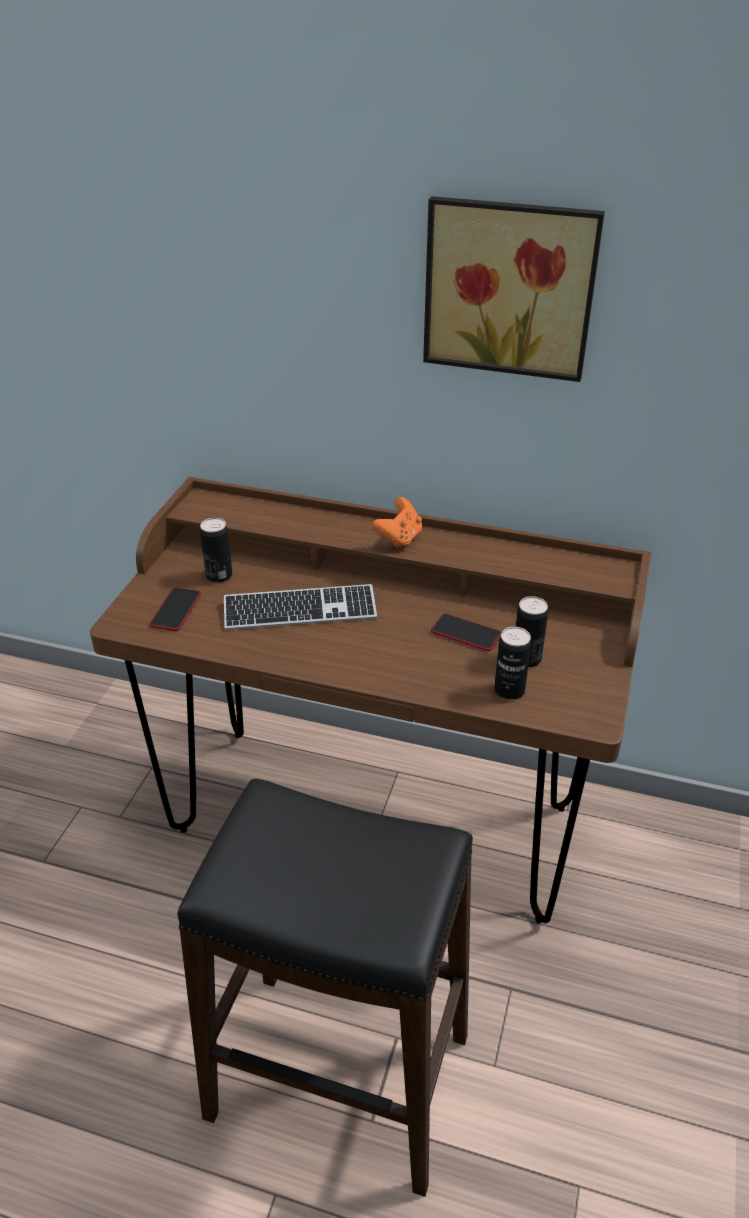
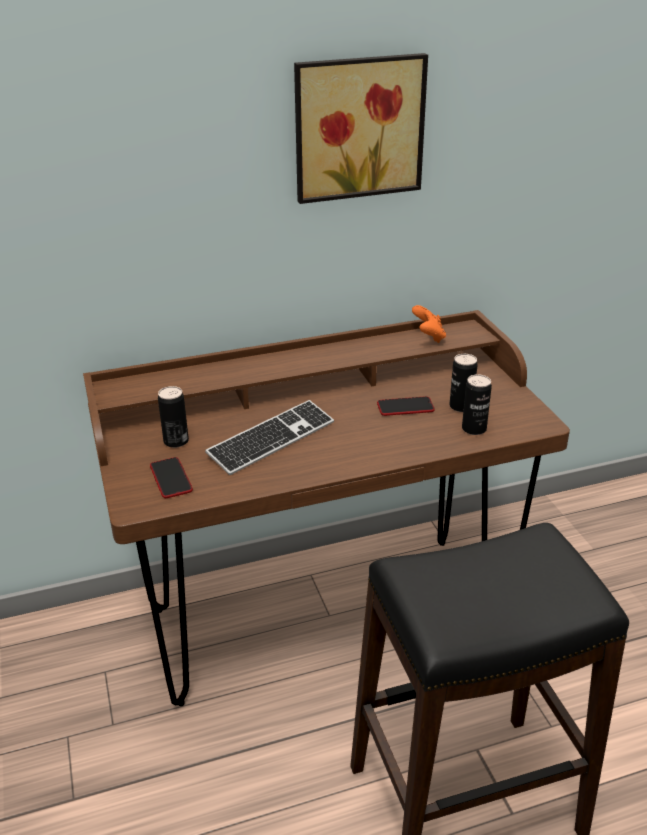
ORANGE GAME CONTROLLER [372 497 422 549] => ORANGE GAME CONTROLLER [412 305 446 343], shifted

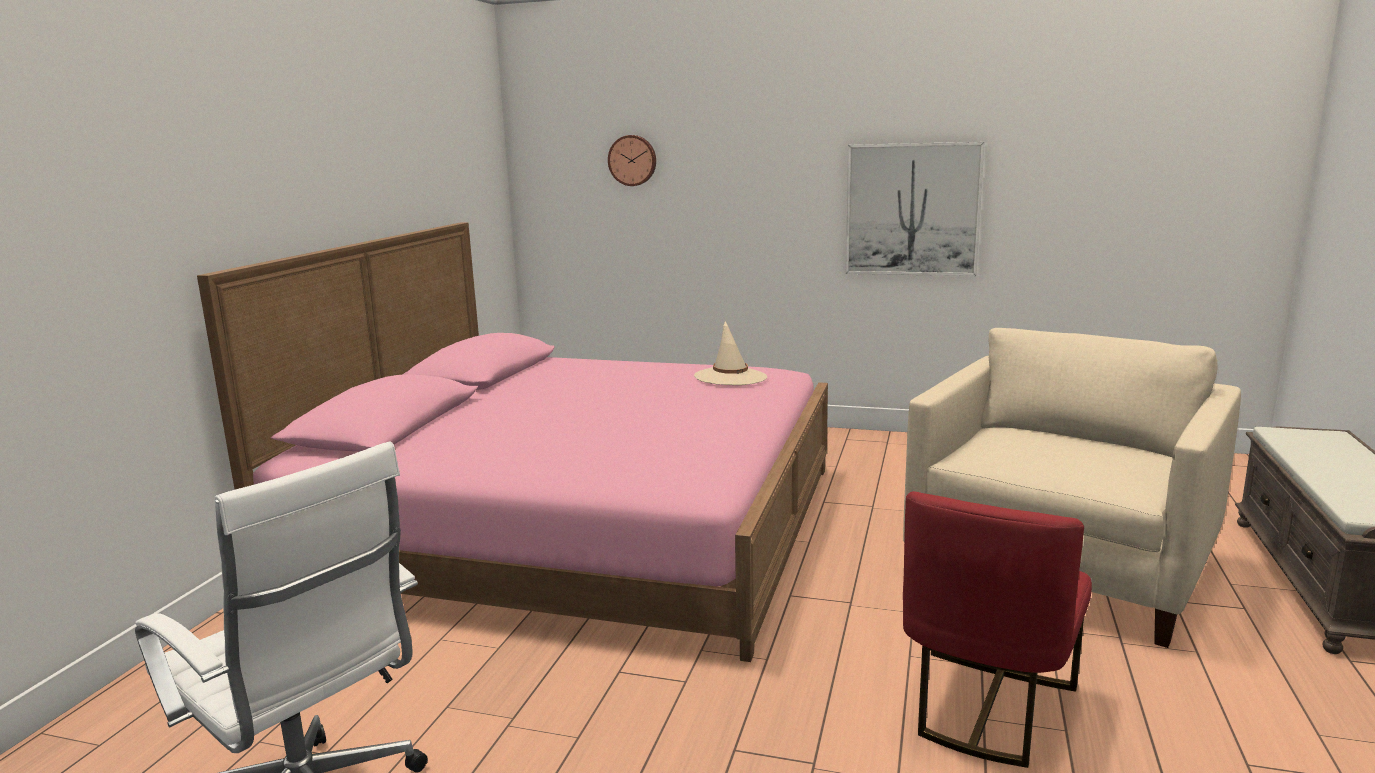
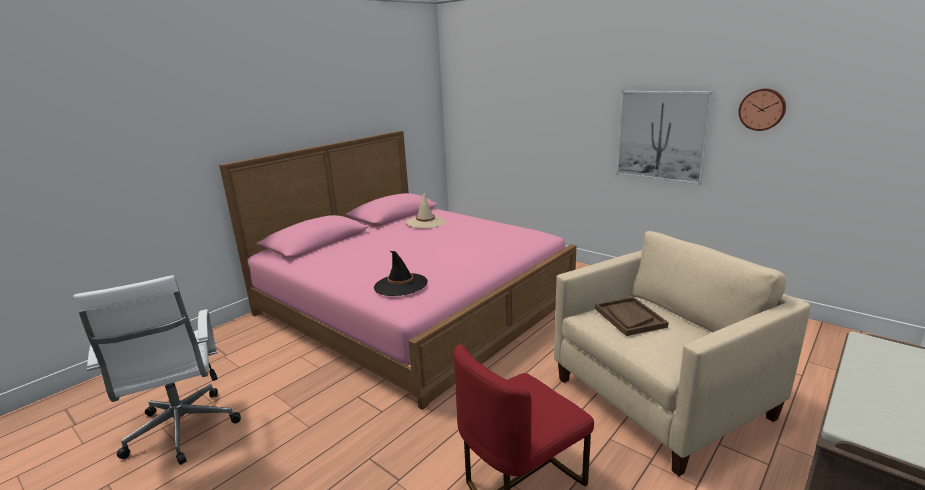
nothing => BLACK HAT [374 251 428 296]
BEIGE HAT [694 321 767 385] => BEIGE HAT [406 193 446 229], shifted
nothing => BROWN TRAY [595 297 669 336]
WALL CLOCK [608 135 656 186] => WALL CLOCK [738 88 786 131], shifted

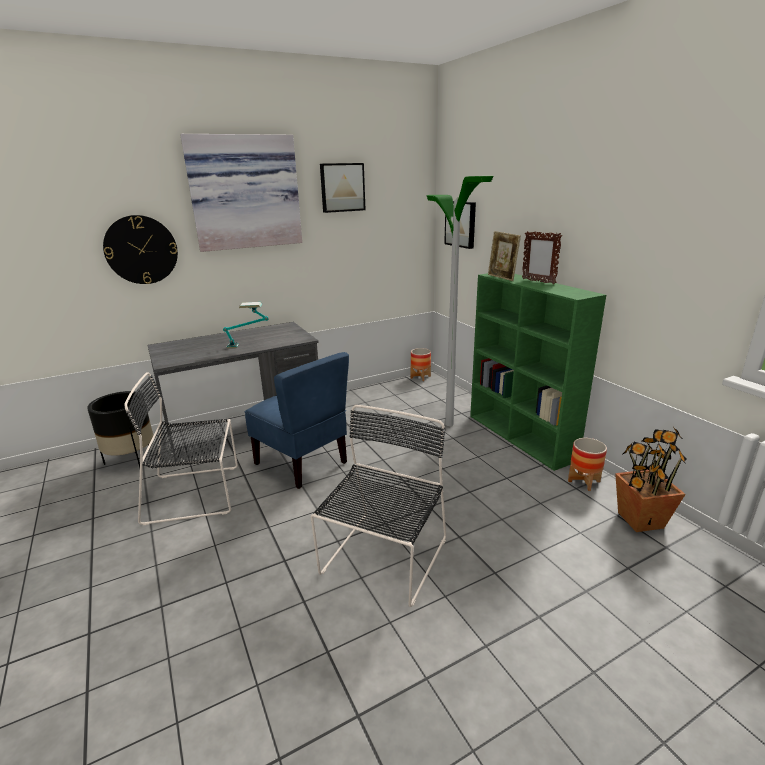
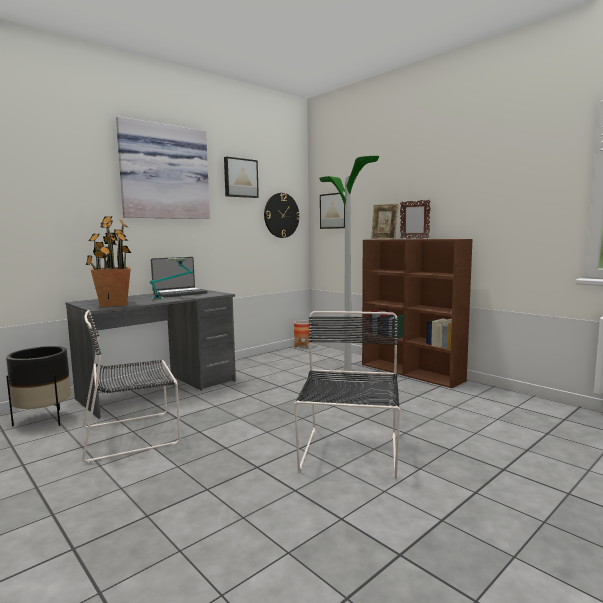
POTTED PLANT [615 425 687 532] => POTTED PLANT [86 216 131 307], shifted
nothing => LAPTOP [151 257 207 297]
WALL CLOCK [103 215 178 284] => WALL CLOCK [264 193 300 238], shifted
GREEN BOOKCASE [470 273 606 471] => BROWN BOOKCASE [362 239 473 388]
BLUE CHAIR [244 352 349 489] => nothing
PLANTER [568 438 607 491] => nothing

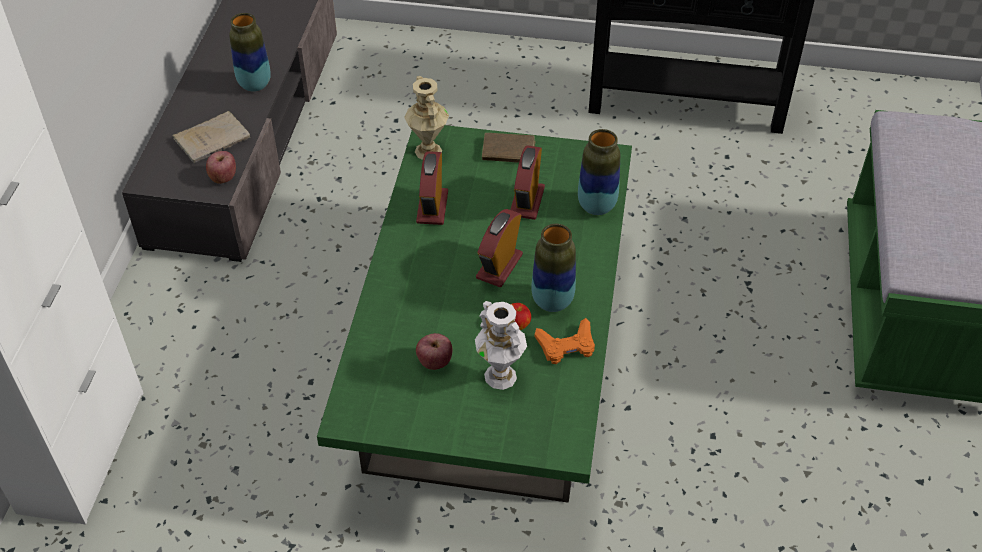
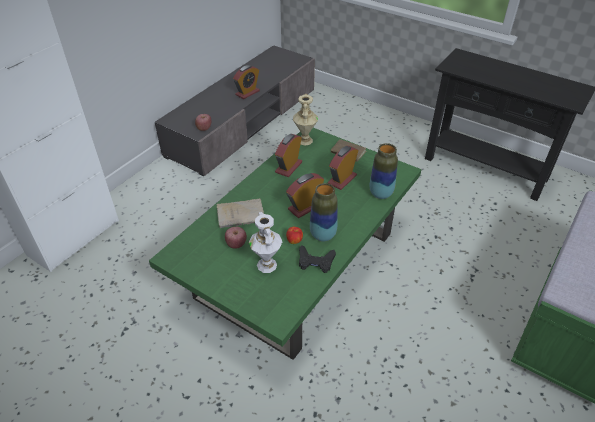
BEIGE BOOK [173 111 250 163] => BEIGE BOOK [216 198 264 228], shifted
VASE [229 13 271 92] => ALARM CLOCK [233 65 260 99]
ORANGE GAME CONTROLLER [535 318 595 364] => BLACK GAME CONTROLLER [299 246 336 273]

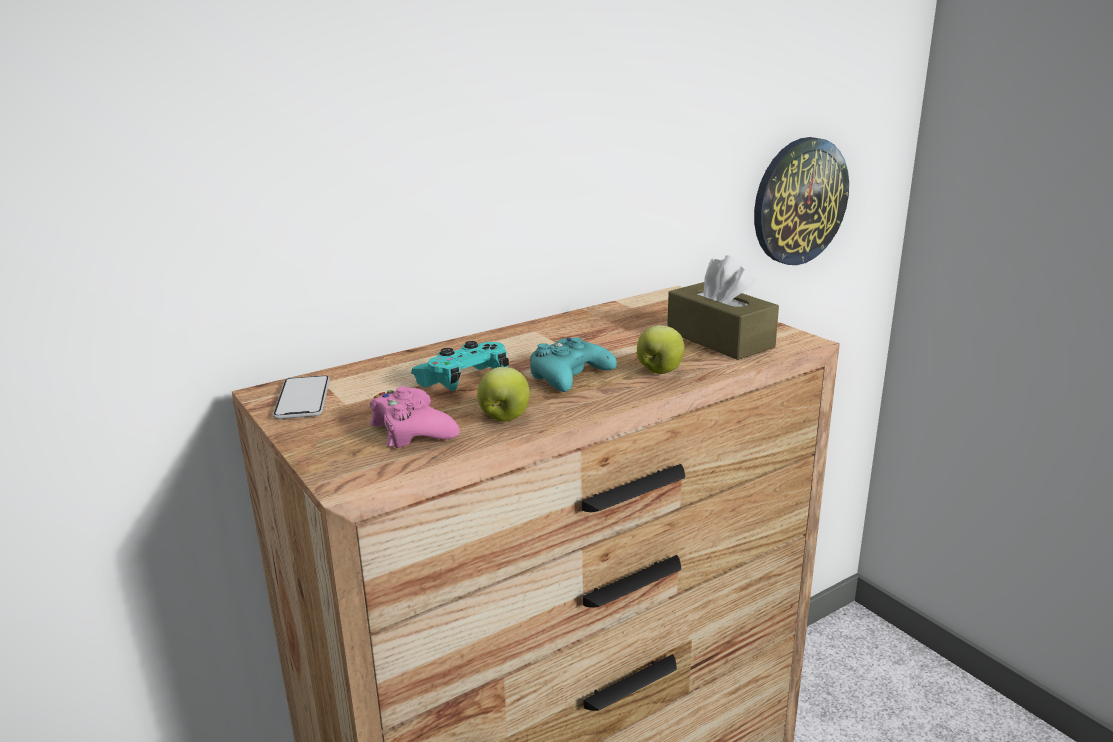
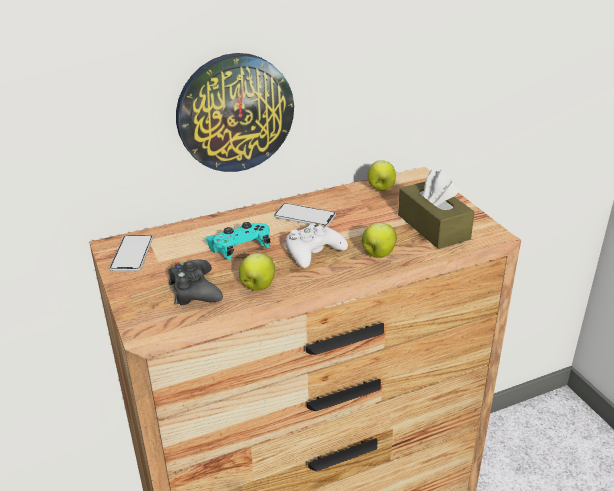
PINK GAME CONTROLLER [370 386 460 448] => BLACK GAME CONTROLLER [168 260 223 305]
WALL CLOCK [754 137 849 265] => WALL CLOCK [176 53 294 172], shifted
nothing => PHONE [274 203 336 227]
TURQUOISE GAME CONTROLLER [530 337 617 392] => WHITE GAME CONTROLLER [286 223 348 268]
nothing => APPLE [367 161 396 191]

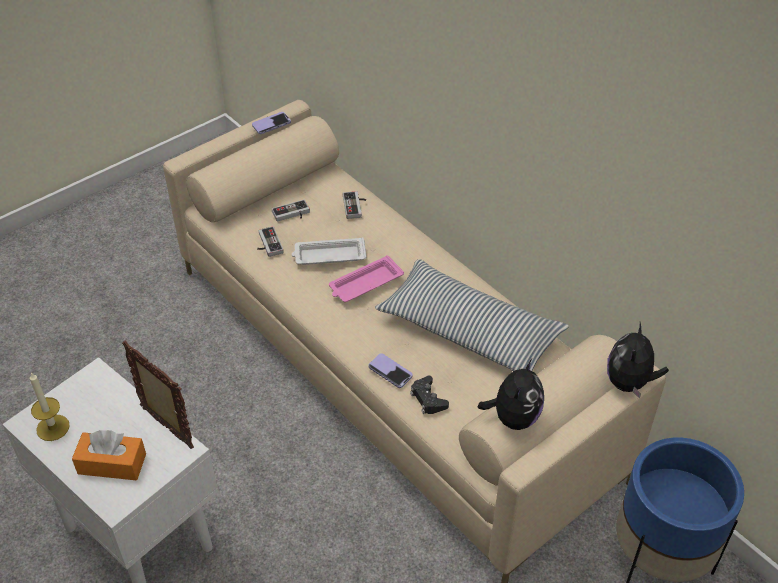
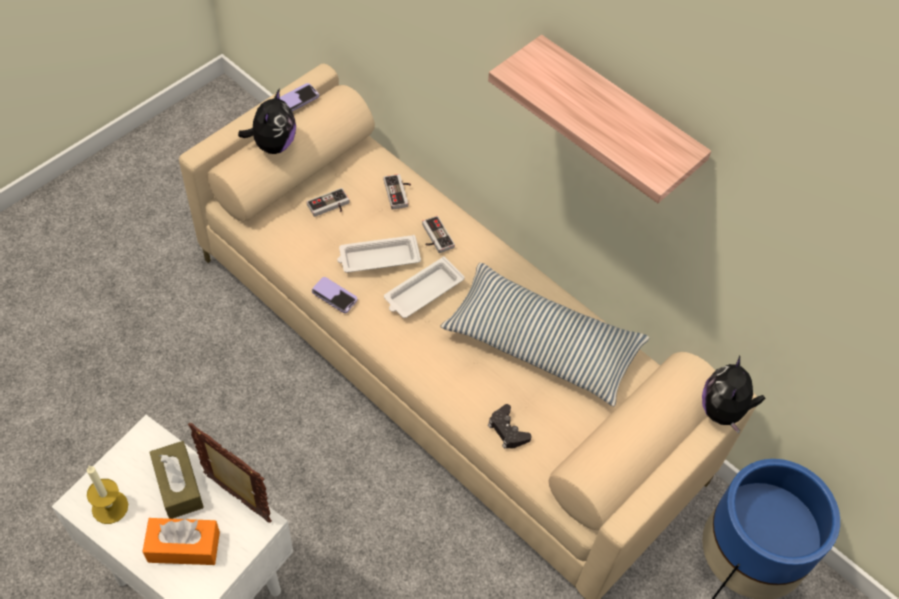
nothing => BROWN TISSUE BOX [149 441 204 519]
PLUSH TOY [478 359 544 430] => PLUSH TOY [238 88 296 154], shifted
PHONE [368 353 413 388] => PHONE [312 277 358 313], shifted
PINK TRAY [329 255 404 302] => WHITE TRAY [384 257 465 318]
GAME CONTROLLER [257 226 284 257] => GAME CONTROLLER [422 216 455 253], shifted
nothing => SHELF [488 35 711 203]

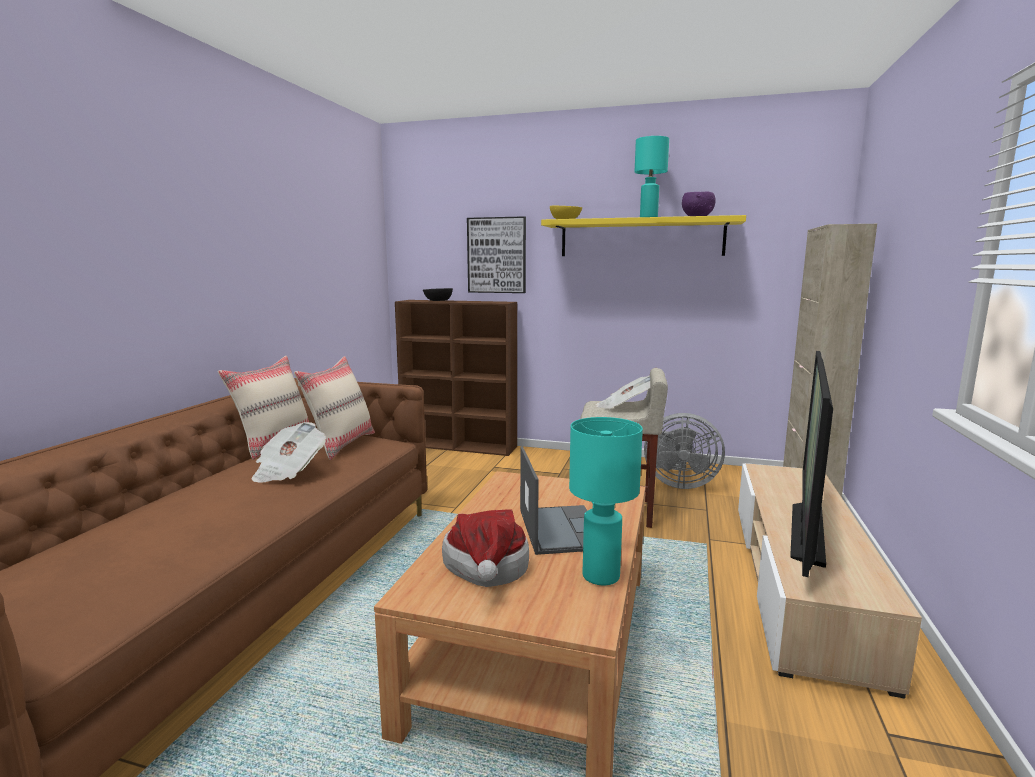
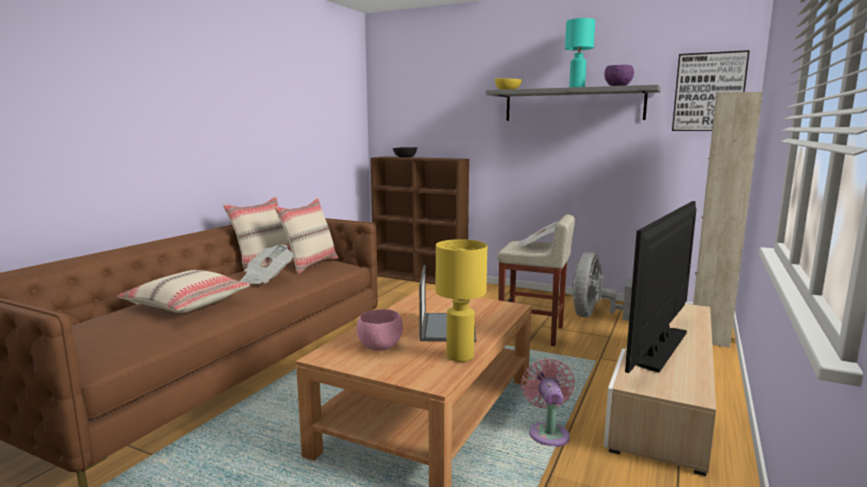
nothing => BEIGE PILLOW [117 270 250 313]
HAT [442 509 529 587] => PINK BOWL [357 309 403 351]
TURQUOISE TABLE LAMP [569 417 643 585] => YELLOW TABLE LAMP [436 239 487 362]
YELLOW SHELF [541 215 746 256] => GREY SHELF [486 85 661 121]
nothing => PINK FAN [521 359 575 447]
GREY FAN [644 413 725 489] => GREY FAN [572 252 633 321], 90 degrees clockwise
PICTURE [467 216 526 293] => PICTURE [672 50 750 131], shifted

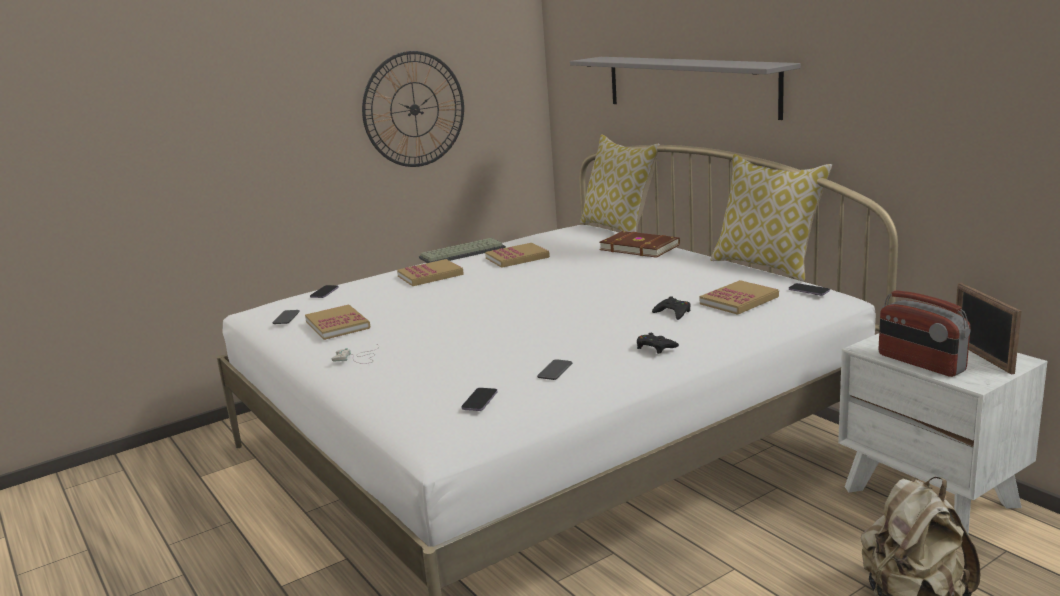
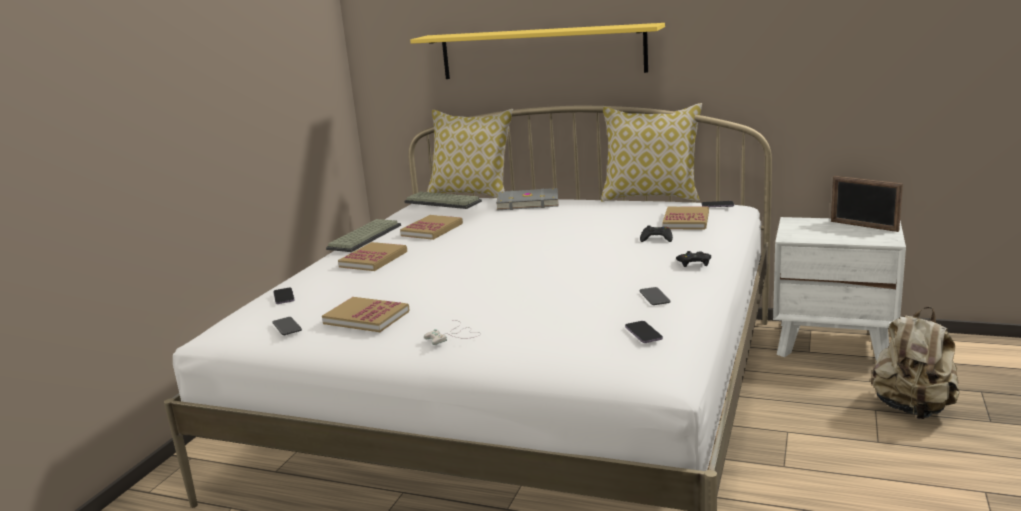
nothing => KEYBOARD [404 192 482 209]
GREY SHELF [570 57 801 120] => YELLOW SHELF [410 23 665 79]
BROWN BOOK [599 231 680 258] => GREY BOOK [496 188 559 210]
WALL CLOCK [362 51 464 167] => nothing
RADIO [879 290 971 377] => nothing

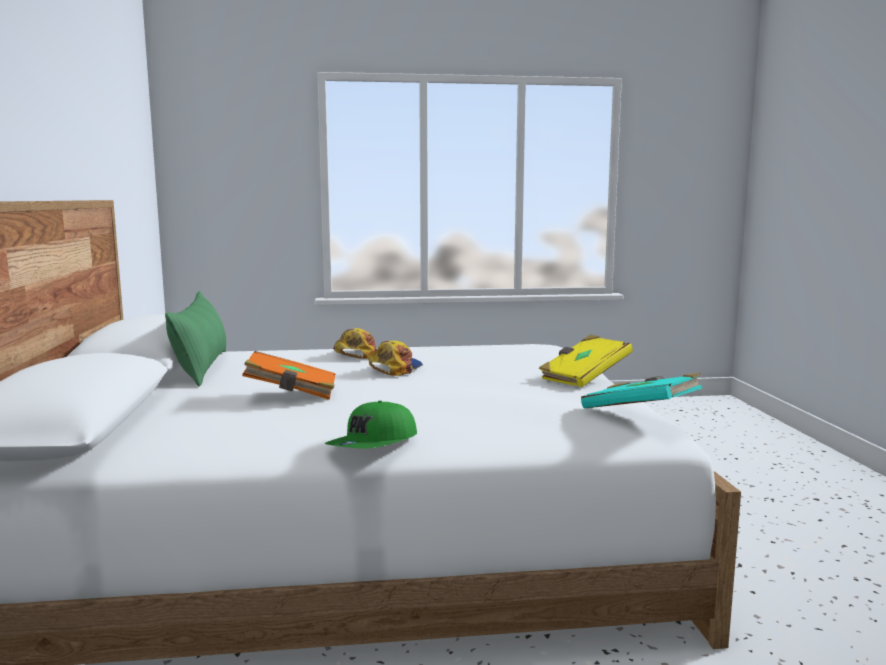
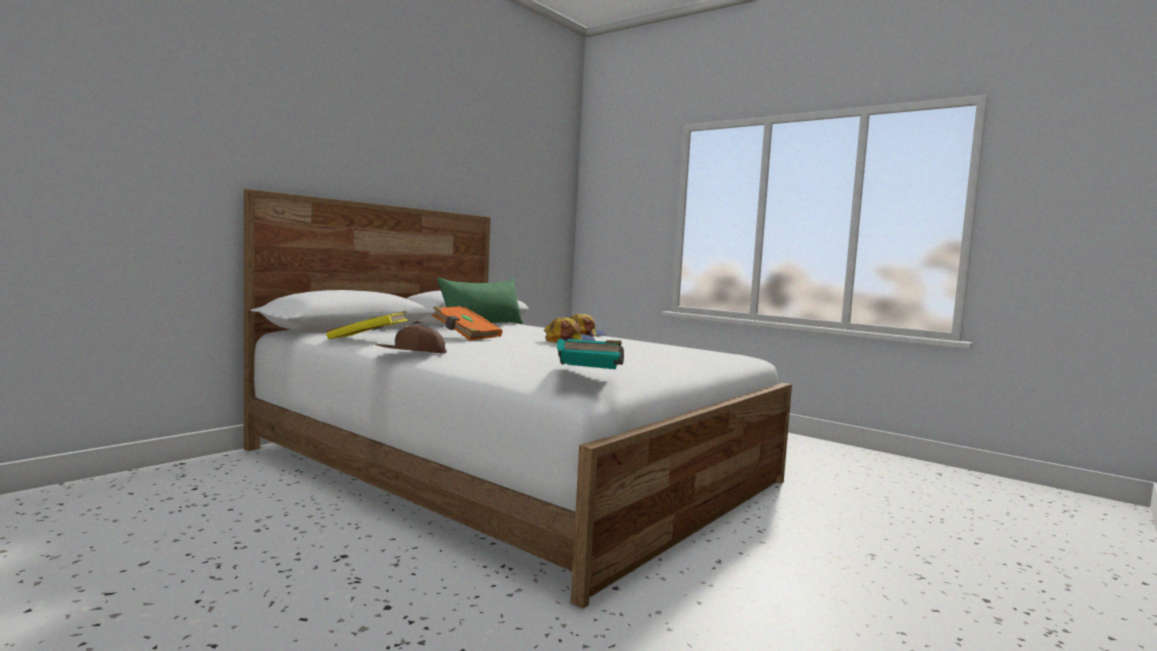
YELLOW BOOK [539 334 633 387] => YELLOW BOOK [326 310 408 339], shifted
GREEN CAP [325 401 417 448] => BROWN CAP [375 325 446 353]

